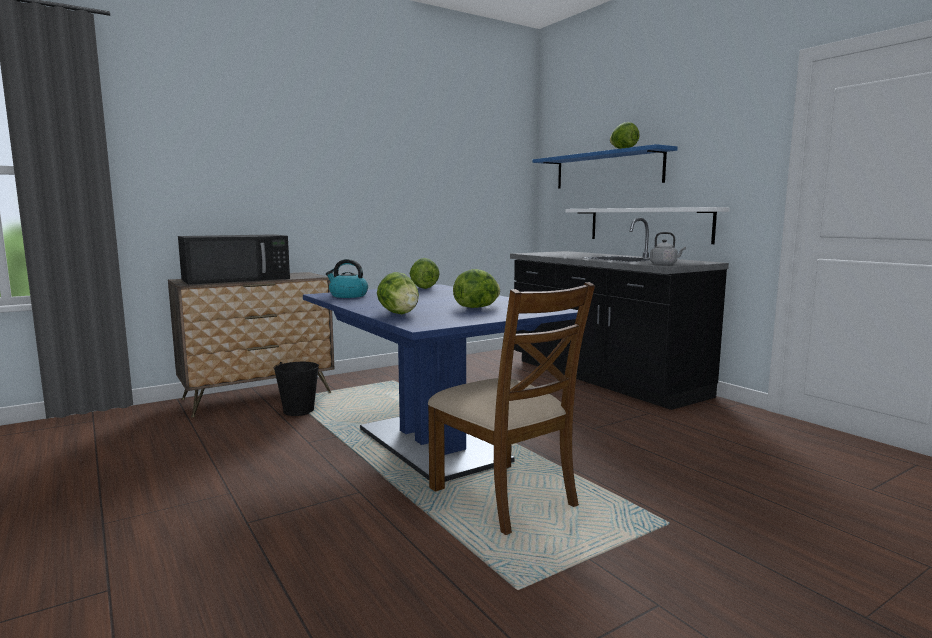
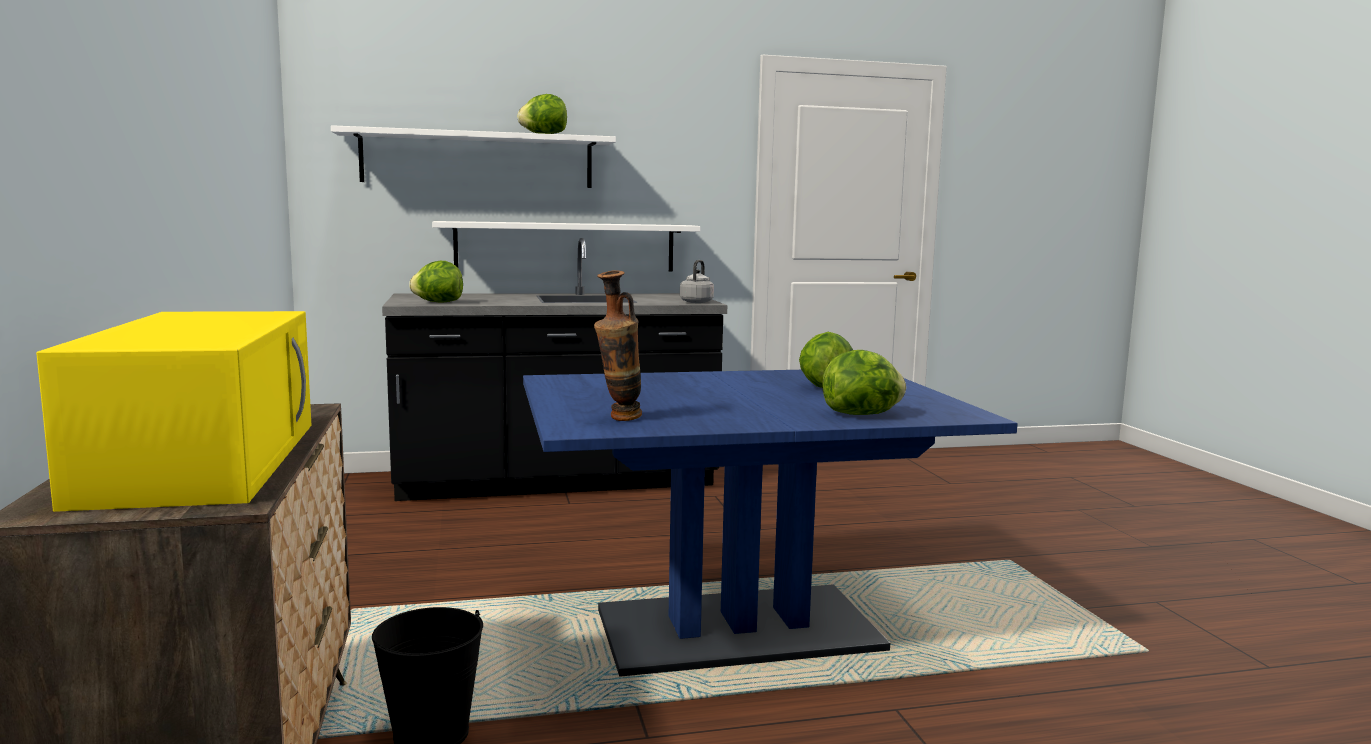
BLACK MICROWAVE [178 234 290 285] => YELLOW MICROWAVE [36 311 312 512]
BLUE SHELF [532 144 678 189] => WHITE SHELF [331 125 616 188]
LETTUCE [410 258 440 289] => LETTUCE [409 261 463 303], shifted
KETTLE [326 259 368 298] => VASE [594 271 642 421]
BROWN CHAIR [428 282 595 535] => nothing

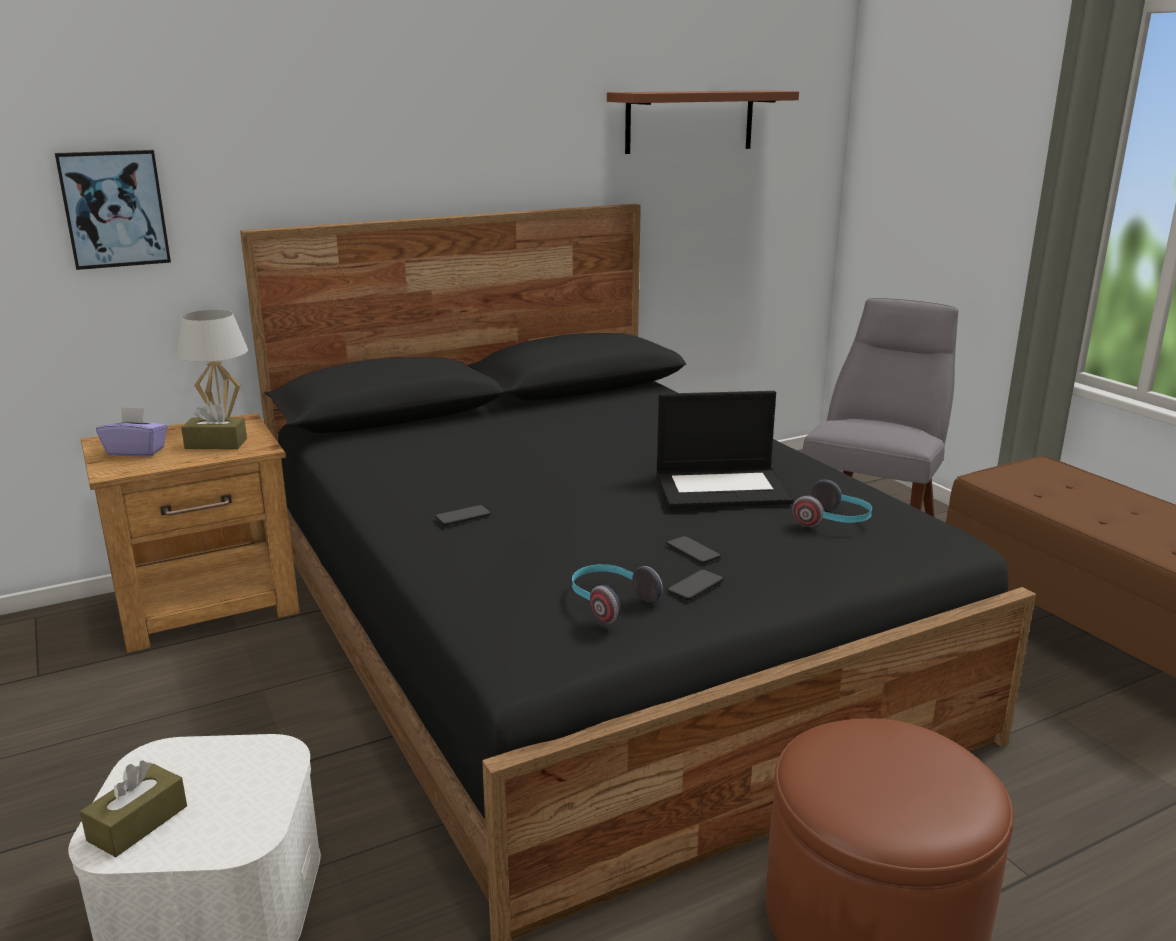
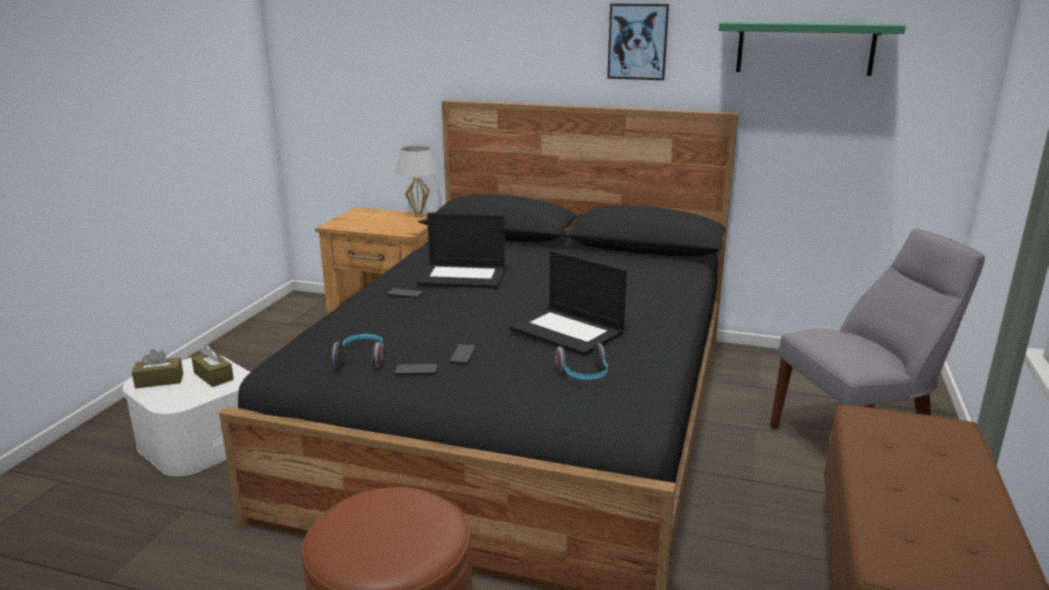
BROWN TISSUE BOX [181 401 247 449] => BROWN TISSUE BOX [192 345 234 387], shifted
nothing => LAPTOP [417 212 505 288]
PICTURE [55 150 171 270] => PICTURE [607 4 669 80], shifted
BROWN SHELF [607 90 799 154] => GREEN SHELF [719 21 906 76]
PURPLE TISSUE BOX [96 407 168 457] => nothing

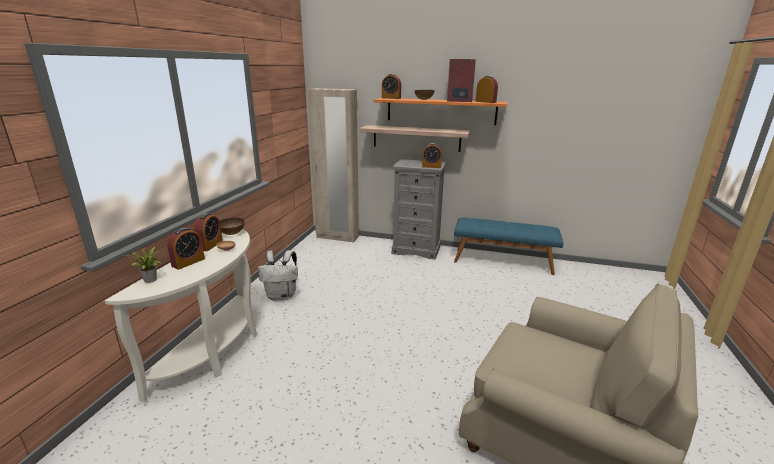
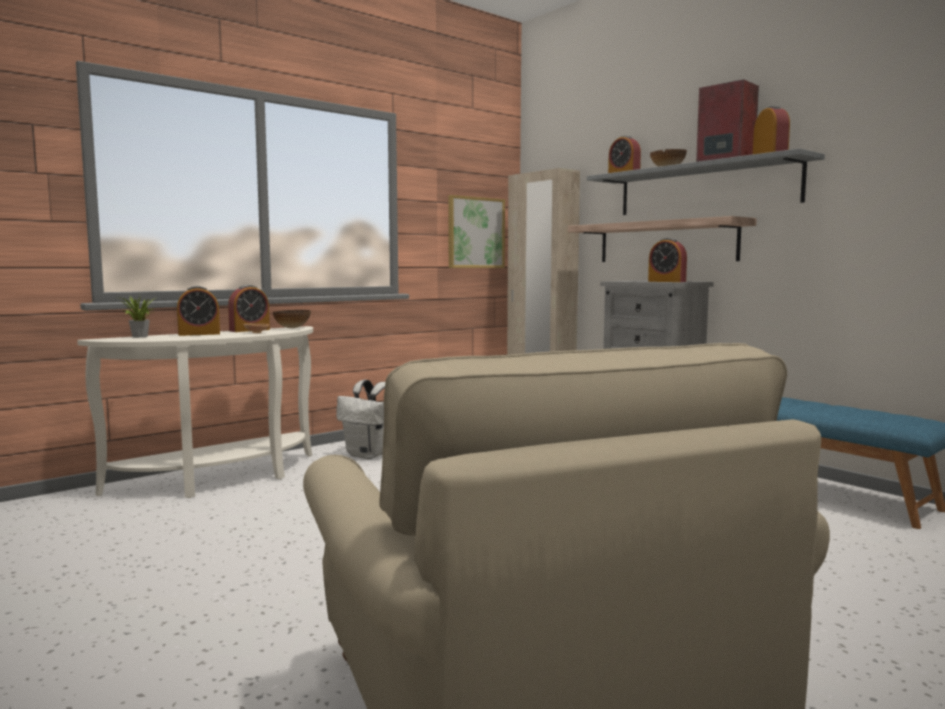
nothing => PICTURE [448 195 505 268]
ORANGE SHELF [374 98 508 125] => GREY SHELF [587 148 825 215]

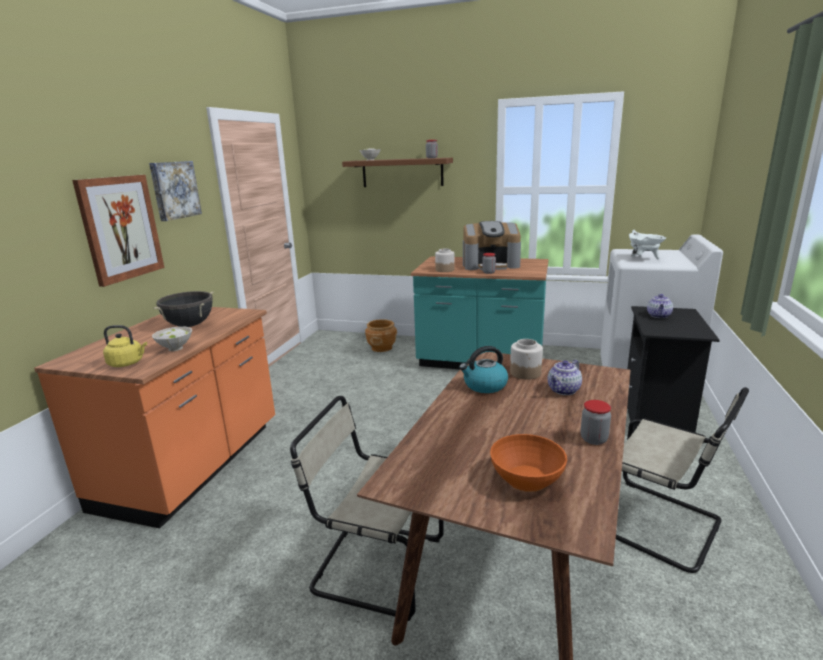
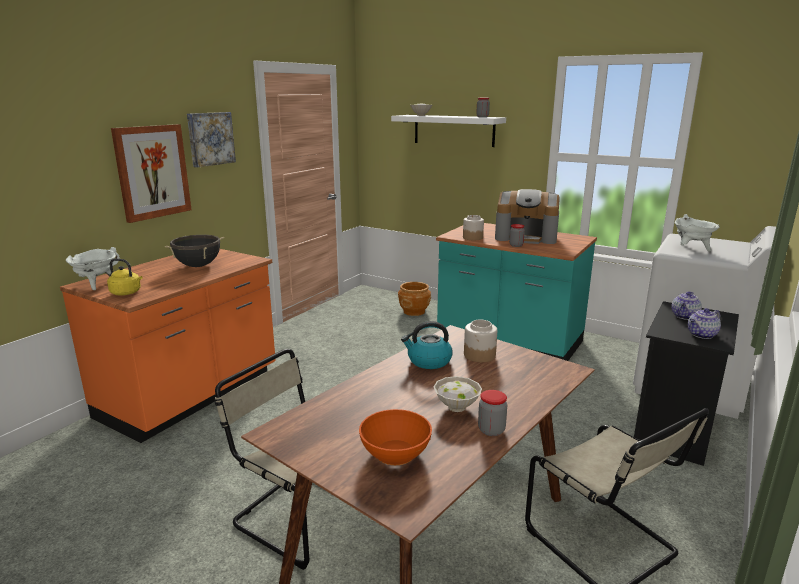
nothing => WHITE COOKING POT [66 247 120 290]
BROWN SHELF [342 158 453 187] => WHITE SHELF [391 115 506 147]
WHITE BOWL [152 327 192 351] => WHITE BOWL [434 376 482 412], shifted
TEAPOT [548 360 582 395] => TEAPOT [688 308 721 339], shifted

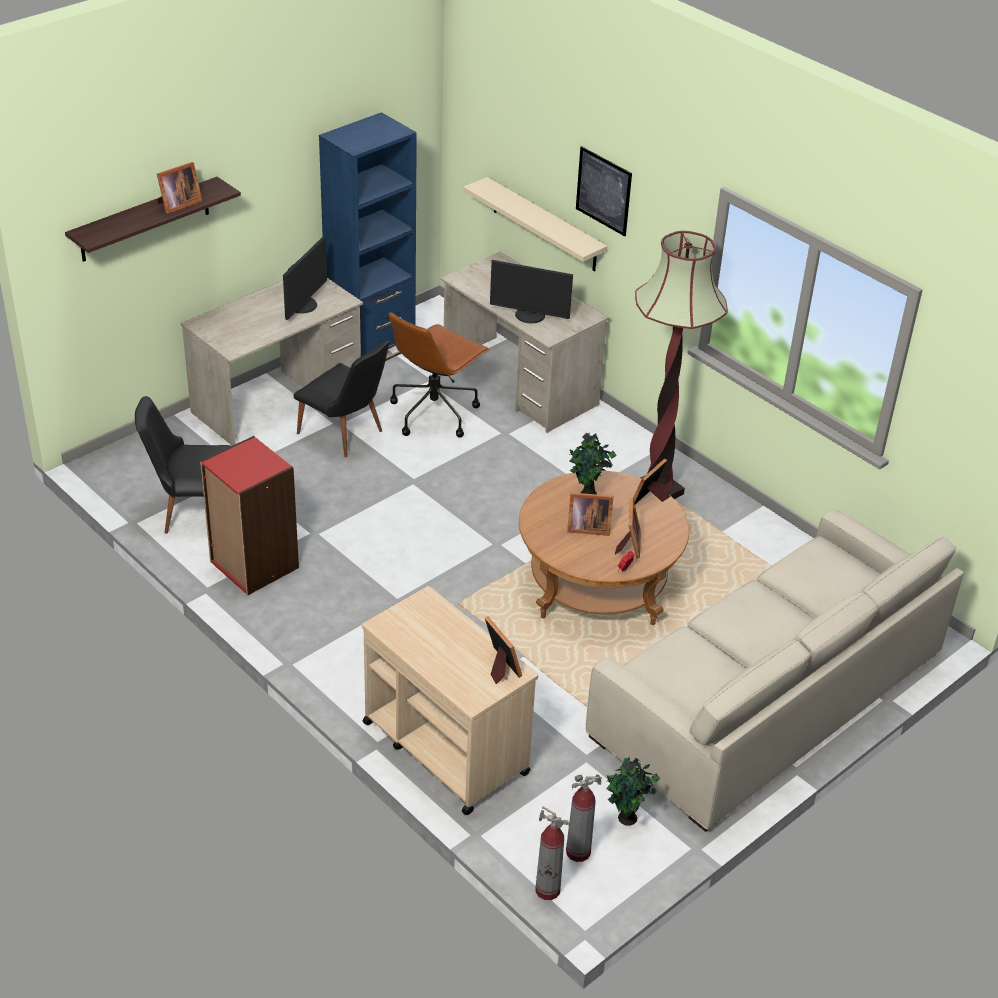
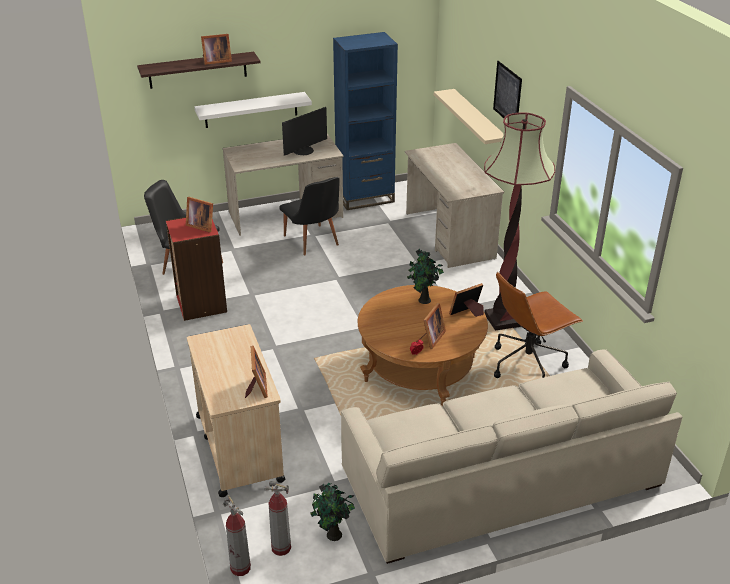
PICTURE FRAME [567 492 613 536] => PICTURE FRAME [186 197 213 233], shifted
nothing => WHITE SHELF [194 92 312 128]
BROWN OFFICE CHAIR [389 312 490 438] => BROWN OFFICE CHAIR [494 272 583 378], shifted
MONITOR [490 260 573 324] => nothing

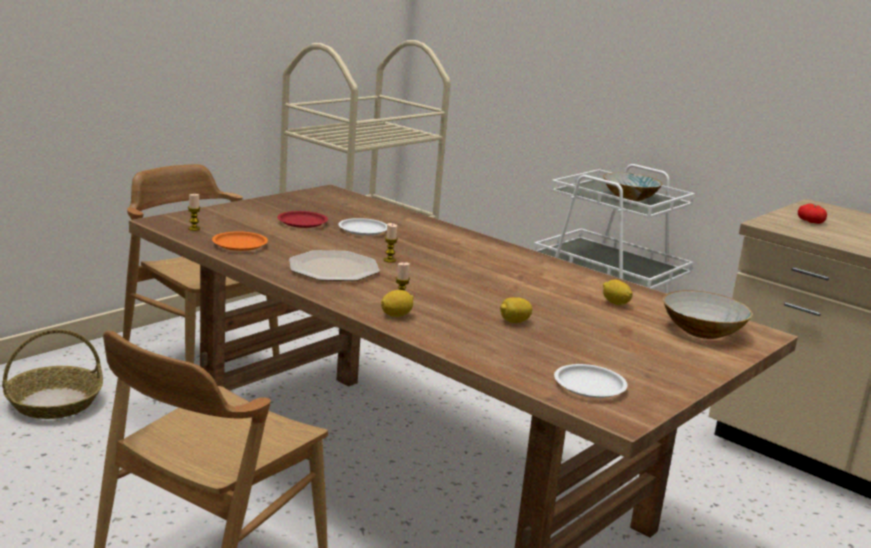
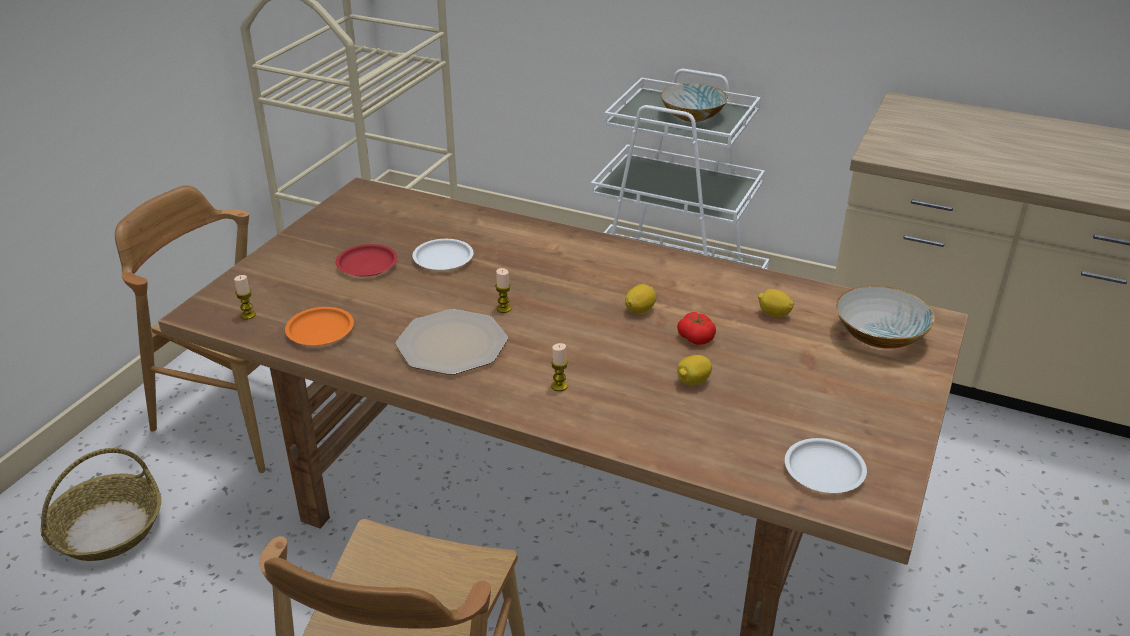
LEMON [381 290 414 317] => LEMON [625 284 656 314], shifted
TOMATO [798 204 827 224] => TOMATO [677 312 716 345], shifted

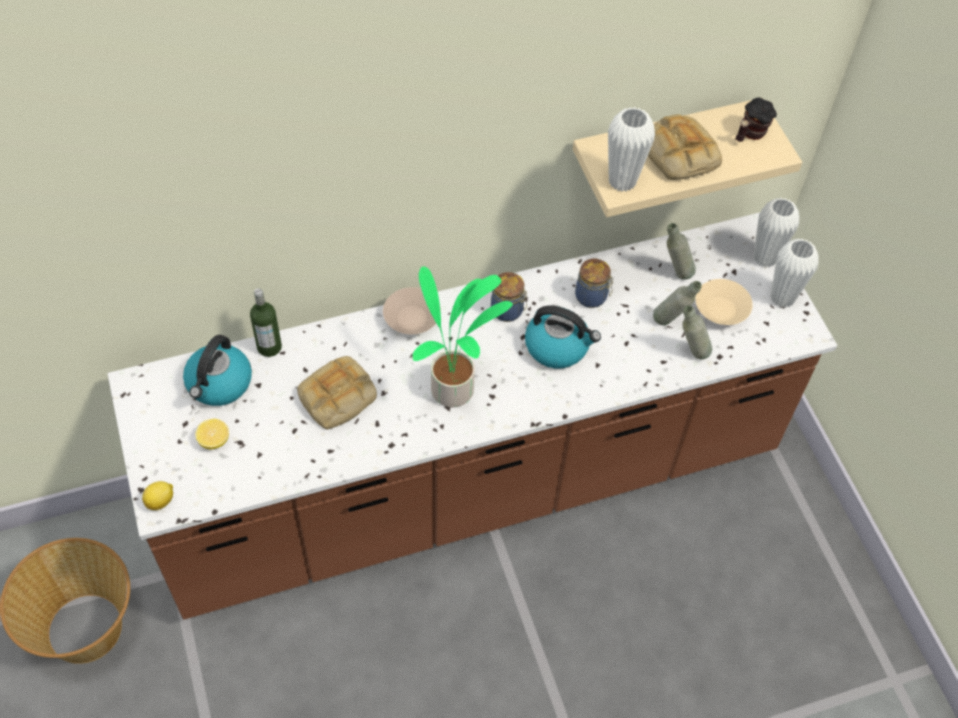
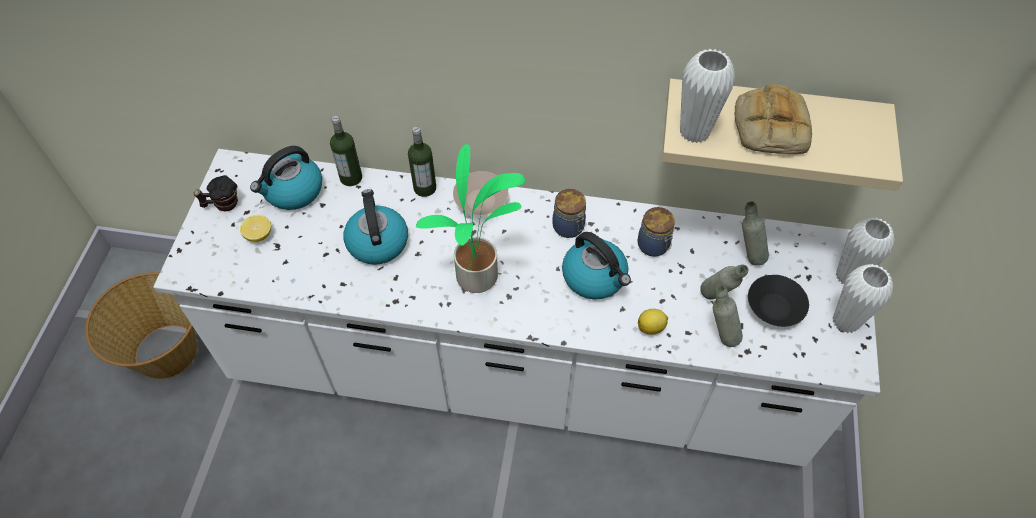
BROWN COUNTER [108 213 837 620] => WHITE COUNTER [153 149 880 467]
MUG [736 98 777 142] => MUG [193 175 238 212], shifted
BREAD [297 356 377 430] => KETTLE [344 189 408 265]
nothing => BOTTLE [408 127 436 197]
LEMON [142 481 173 510] => LEMON [638 309 668 335], shifted
BEIGE BOWL [695 279 753 325] => BLACK BOWL [748 275 809 327]

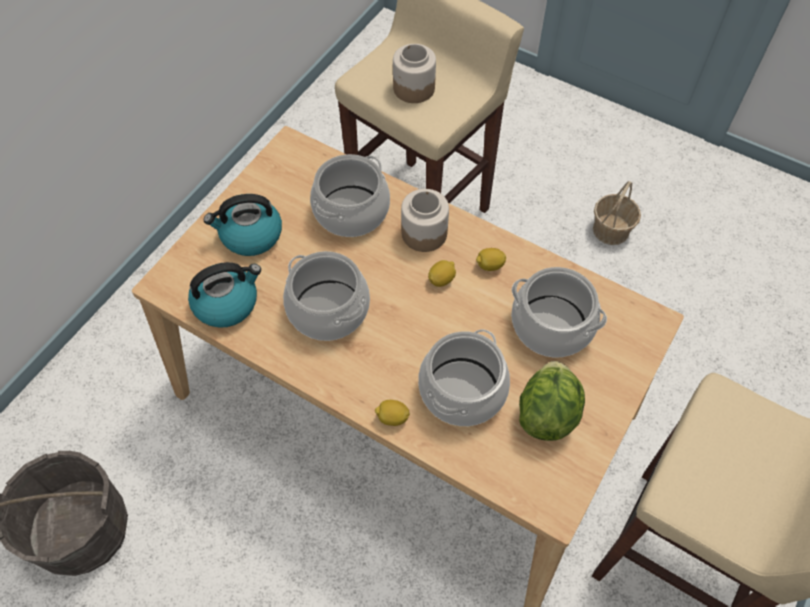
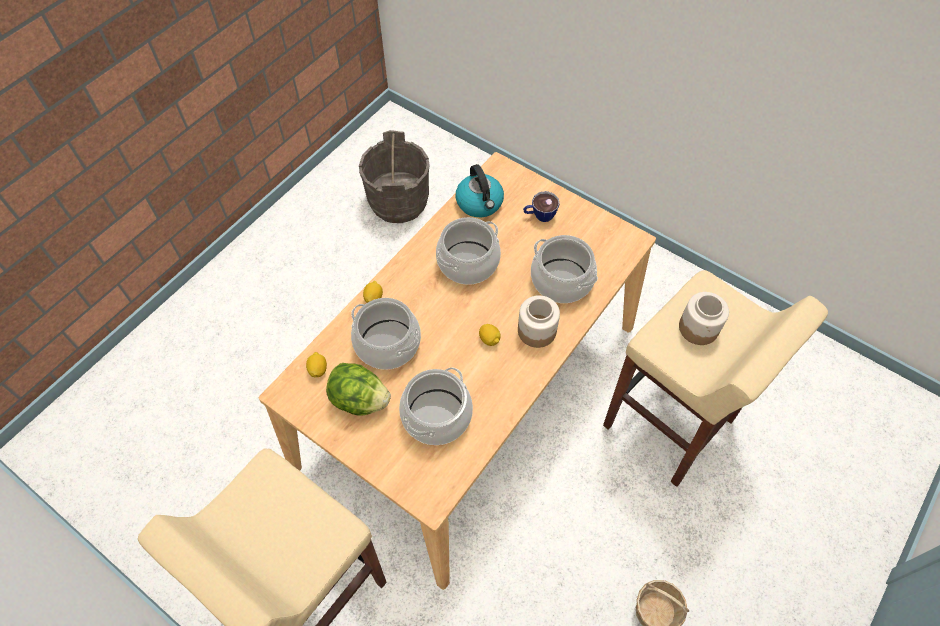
LEMON [476 248 506 271] => LEMON [306 352 327 378], shifted
KETTLE [204 194 282 256] => CUP [523 191 560 222]

